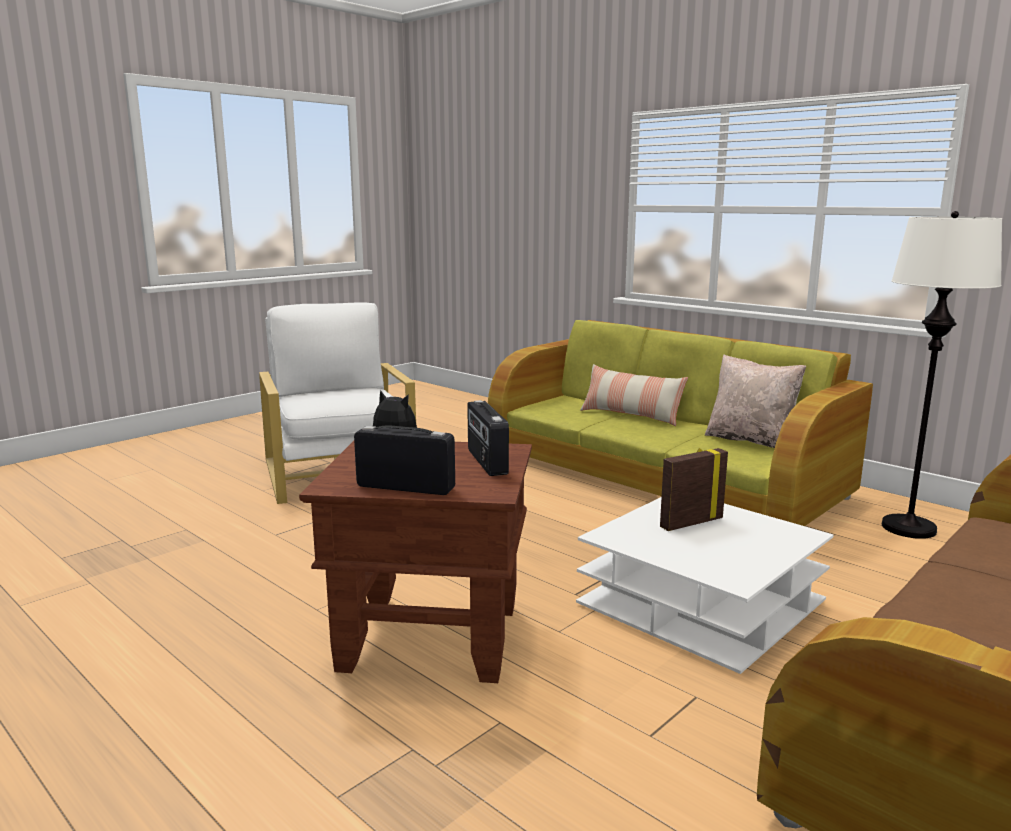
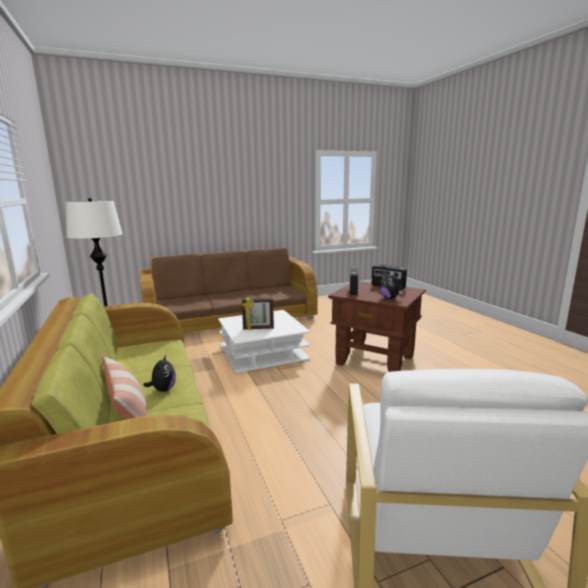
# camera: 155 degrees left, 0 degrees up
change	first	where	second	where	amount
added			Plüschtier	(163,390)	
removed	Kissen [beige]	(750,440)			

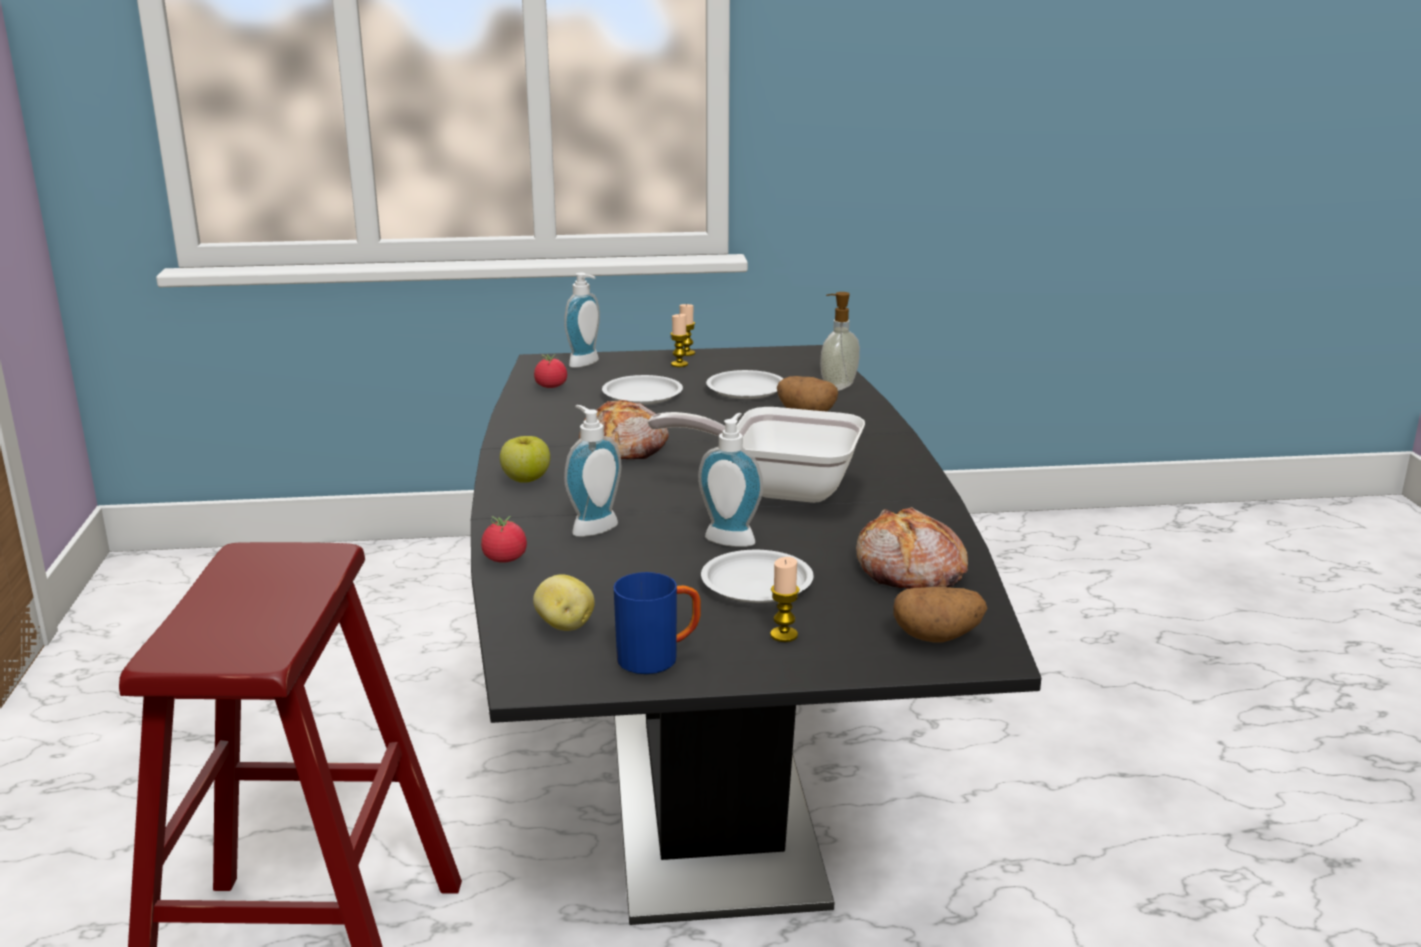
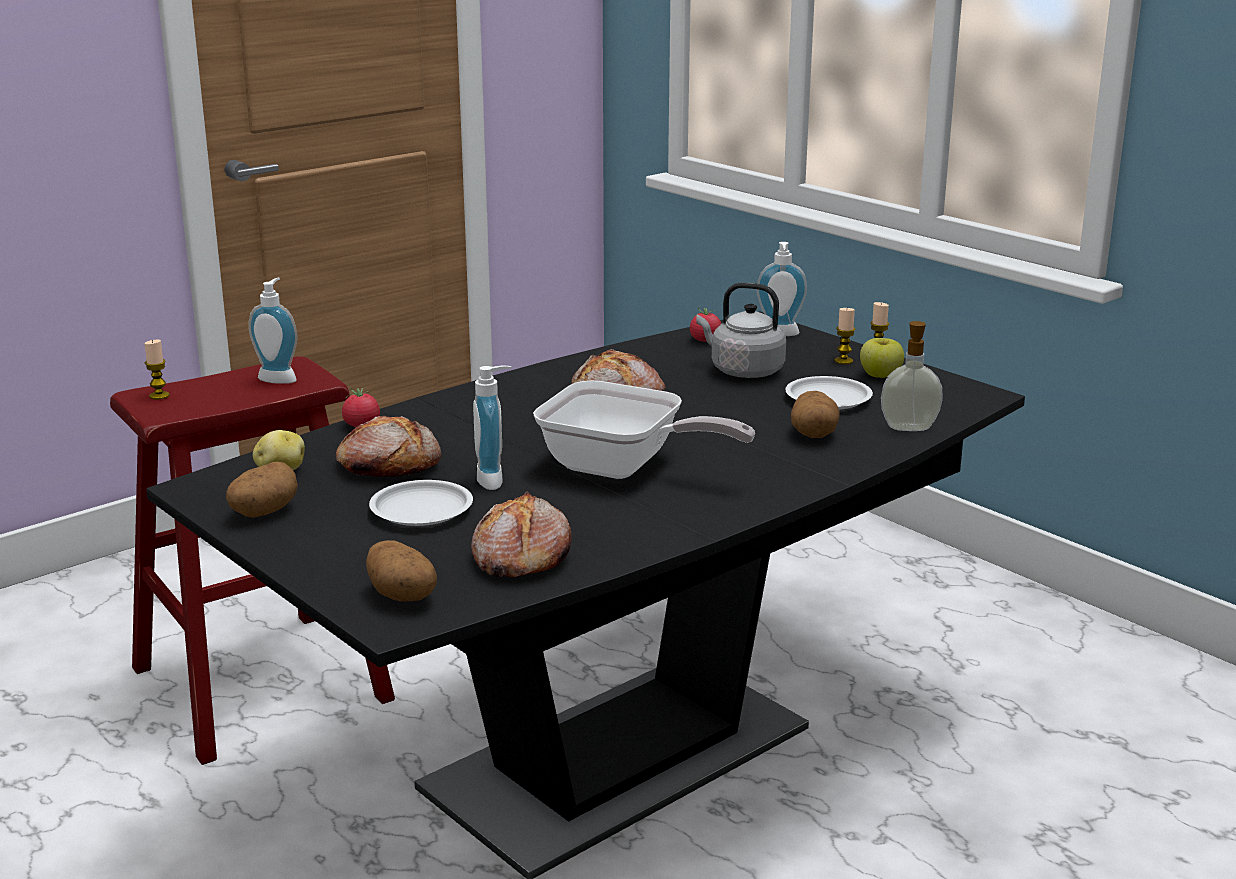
# camera: 55 degrees right, 0 degrees up
change	first	where	second	where	amount
moved	Kerze	(784,635)		(159,396)	
replaced	Henkelbecher [blau]	(659,657)	Kartoffel	(263,512)	
moved	Seifenspender	(591,527)		(279,378)	
added			Brot	(388,465)	
turned	Pfanne	(779,487)		(623,468)	135 degrees clockwise
replaced	Teller [weiß]	(642,395)	Wasserkessel [grau]	(743,371)	
moved	Apfel	(526,479)		(880,375)	

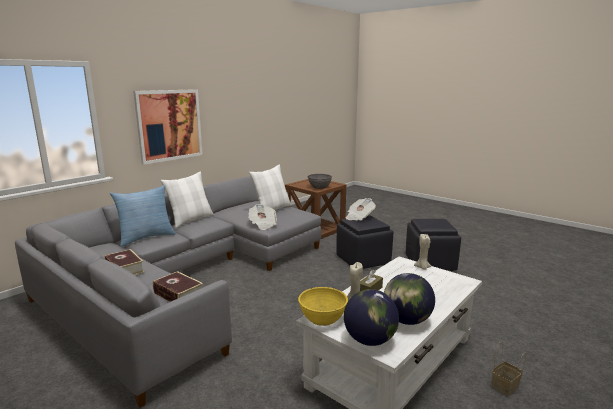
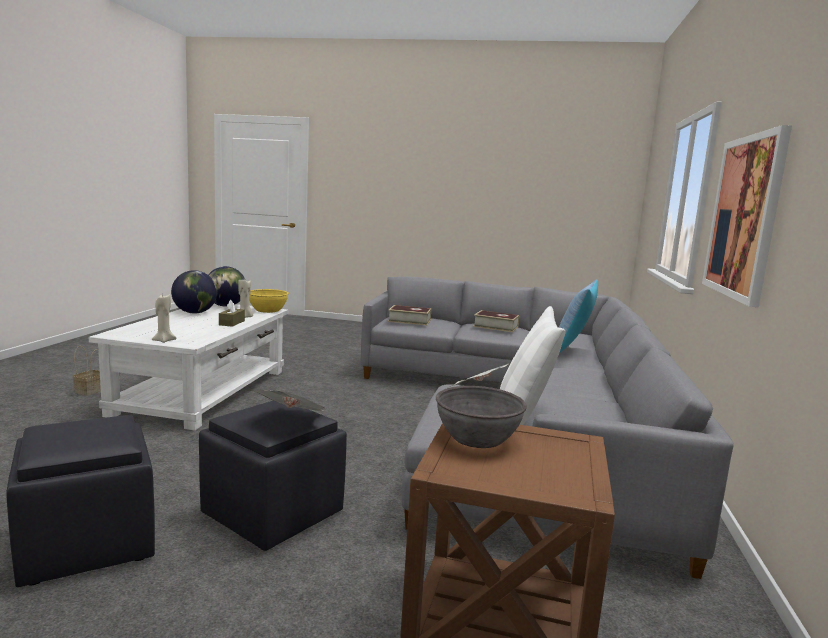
# camera: 150 degrees right, 5 degrees down
change	first	where	second	where	amount
removed	Kissen [weiß]	(190,220)			

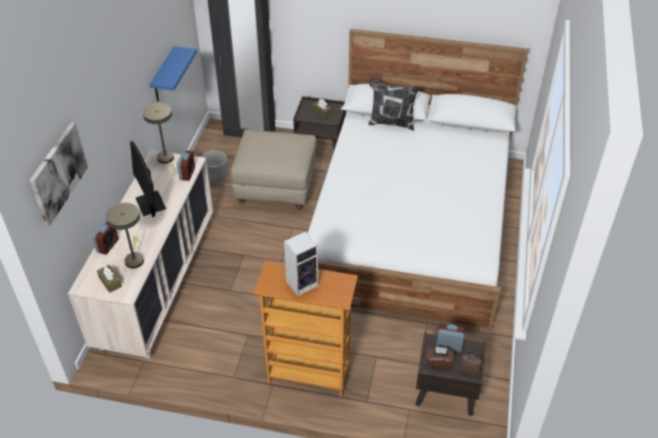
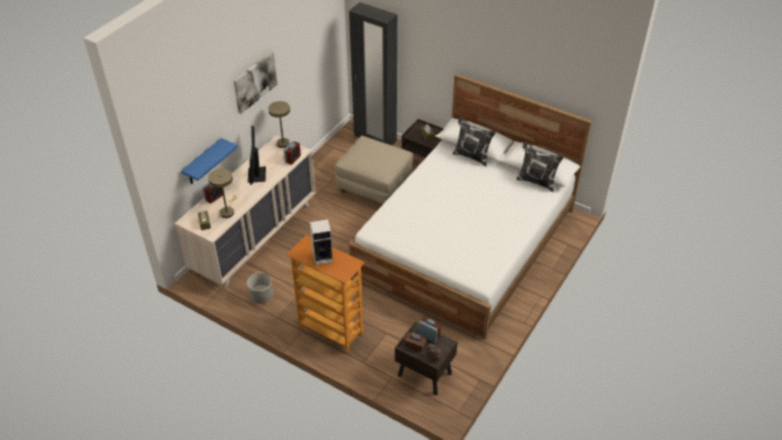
# camera: 20 degrees right, 0 degrees up
change	first	where	second	where	amount
moved	Wandregal [blau]	(163,76)		(203,162)	
moved	Bild	(58,173)		(254,82)	
moved	Pflanzkübel [grau]	(216,177)		(261,297)	
added			Kissen	(536,181)	

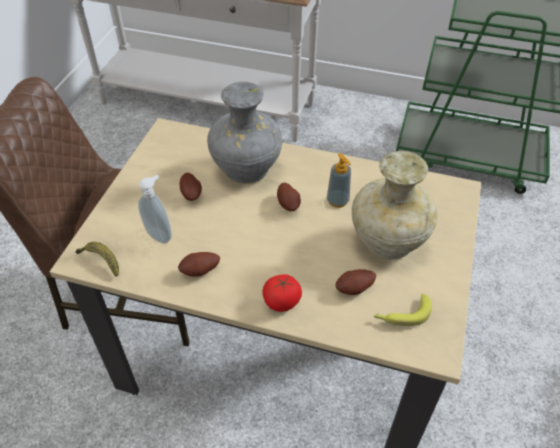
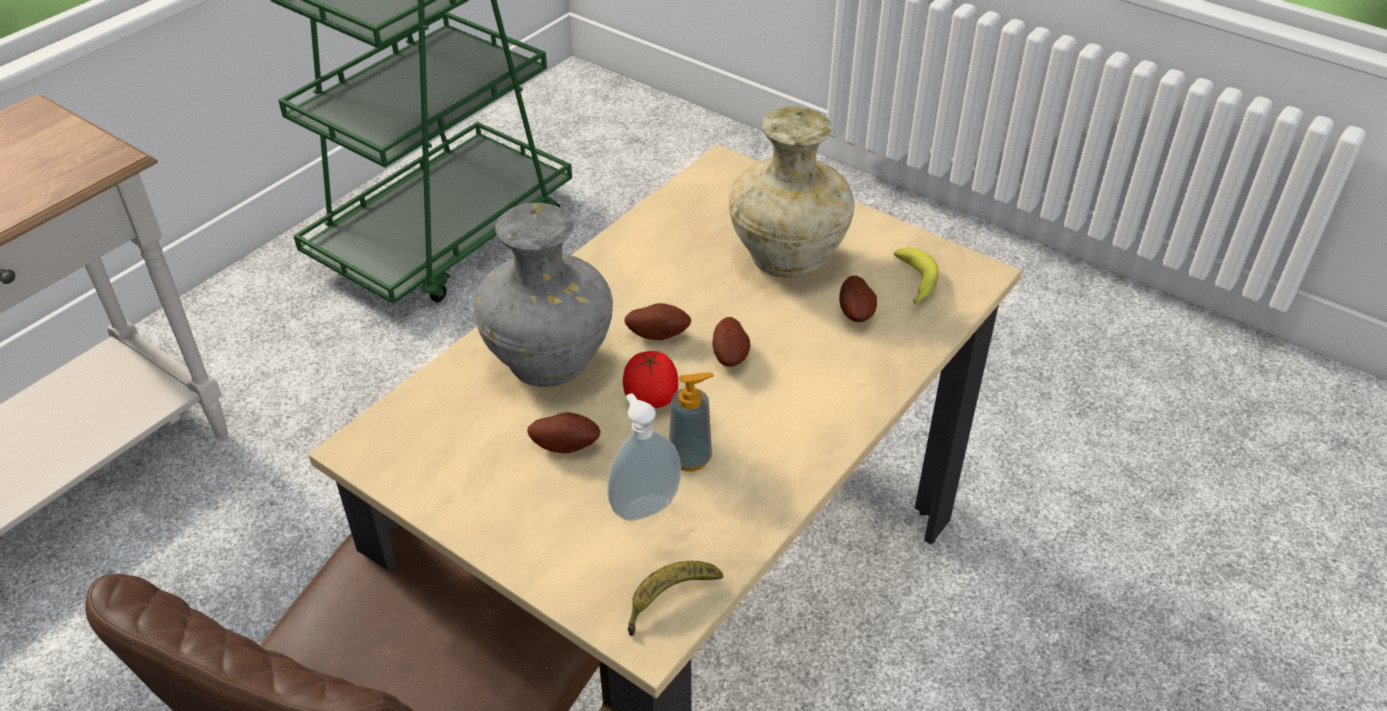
# camera: 70 degrees left, 5 degrees down
change	first	where	second	where	amount
moved	Tomate	(282,301)		(651,397)	
moved	Seifenspender	(337,201)		(690,458)	
moved	Kartoffel	(200,271)		(731,356)	

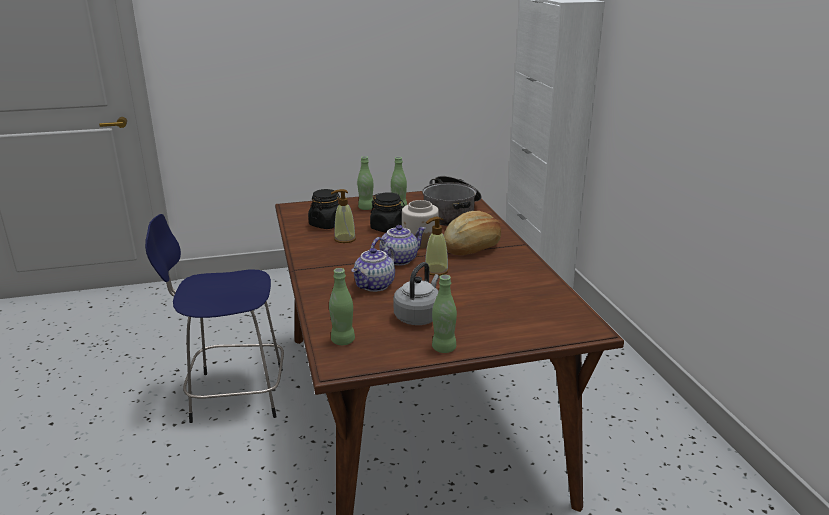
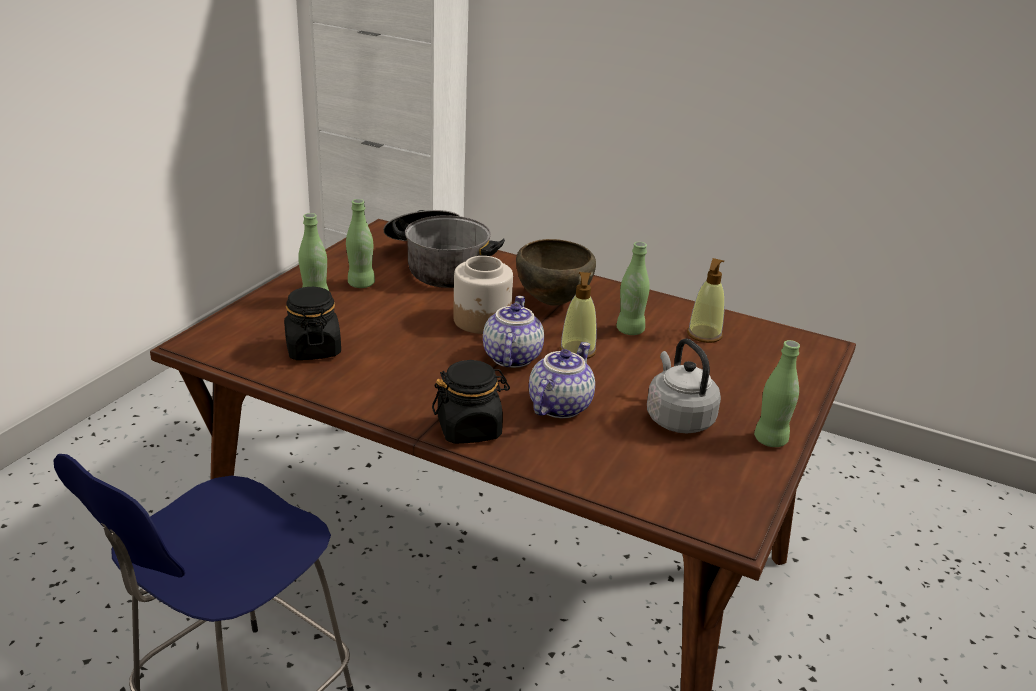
# camera: 50 degrees left, 5 degrees up
change	first	where	second	where	amount
moved	Vorratsglas [schwarz]	(388,228)		(469,429)	
replaced	Brot	(472,247)	Schüssel [braun]	(552,302)	
turned	Teekanne	(375,286)		(558,405)	135 degrees counterclockwise
moved	Flasche [grün]	(343,340)		(630,330)	
moved	Seifenspender	(344,239)		(704,335)	

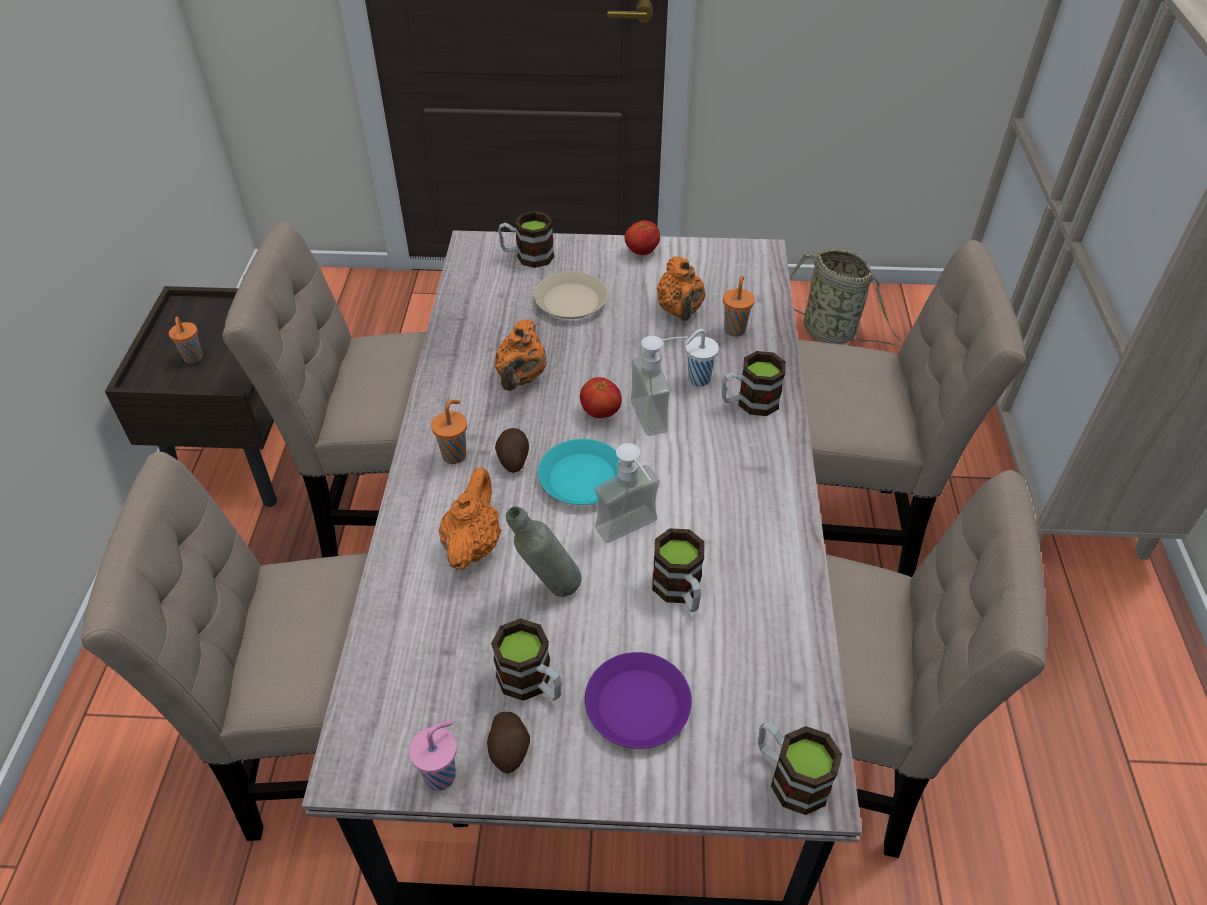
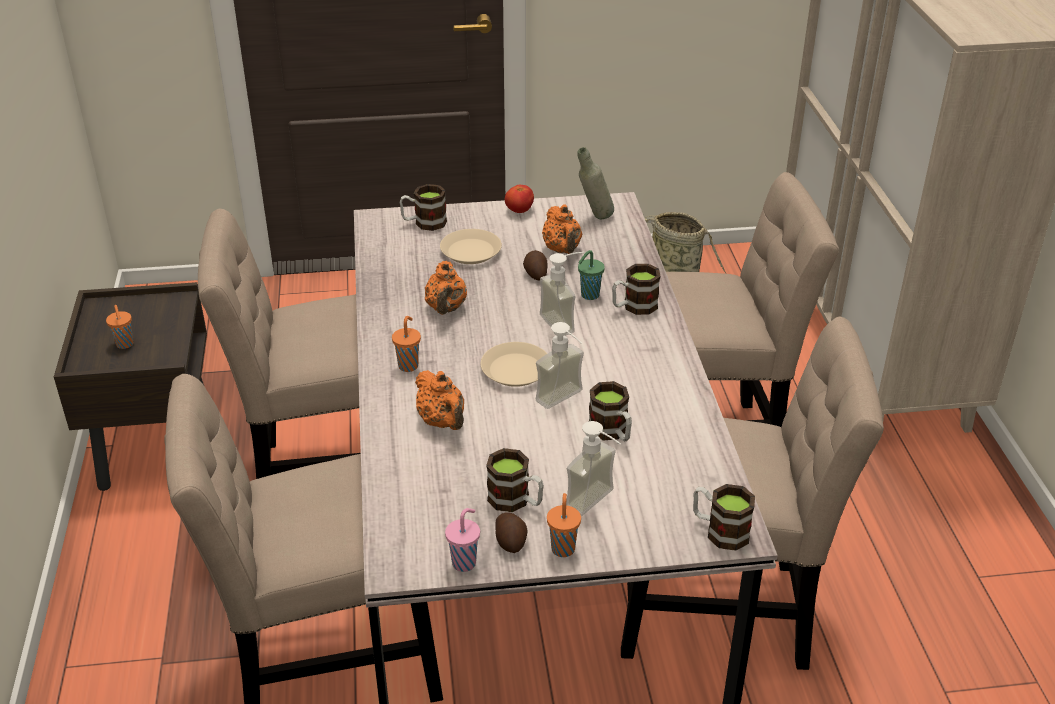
# camera: 10 degrees left, 10 degrees down
change	first	where	second	where	amount
turned	Teekanne [orange]	(473,545)		(442,422)	150 degrees clockwise
recoloured	Teller [türkis]	(582,478)	Teller [beige]	(515,370)	
moved	Kartoffel	(513,458)		(535,274)	
moved	Tasse [orange]	(735,329)		(563,548)	
replaced	Teller [lila]	(637,705)	Seifenspender	(598,504)	
moved	Flasche [grau]	(548,590)		(594,218)	
recoloured	Tasse [weiß]	(697,380)	Tasse [grün]	(589,295)	
removed	Tomate	(600,412)			

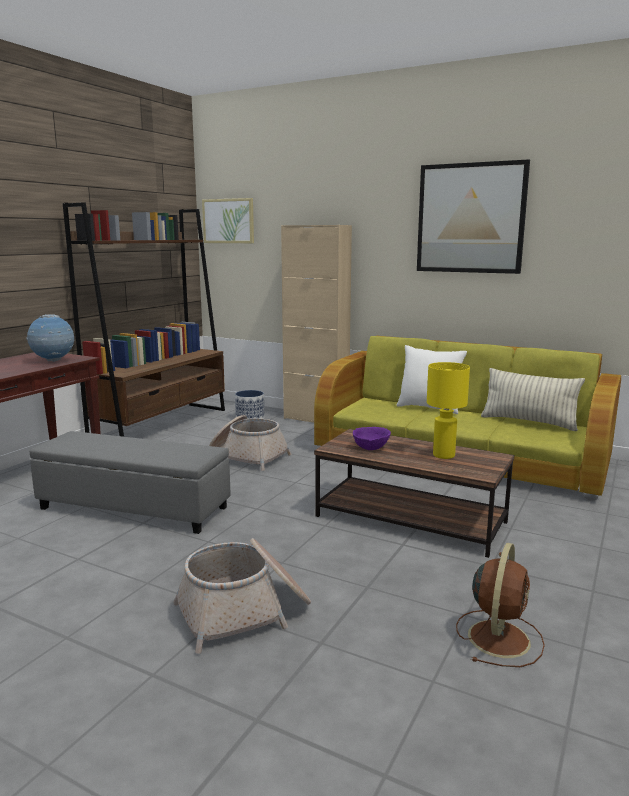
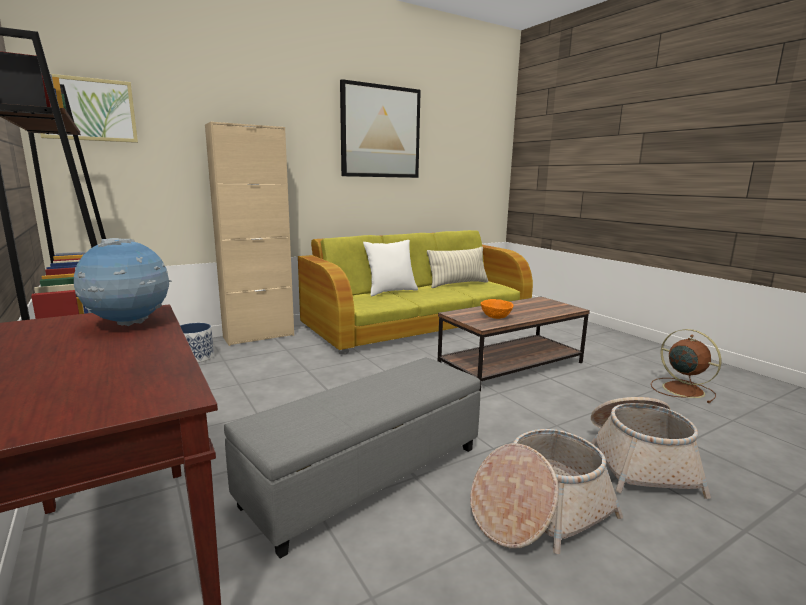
# camera: 60 degrees left, 0 degrees up
change	first	where	second	where	amount
moved	Korb	(247,457)		(539,512)	
recoloured	Schüssel [lila]	(371,448)	Schüssel [orange]	(496,317)	
removed	Tischlampe [gelb]	(444,455)			

